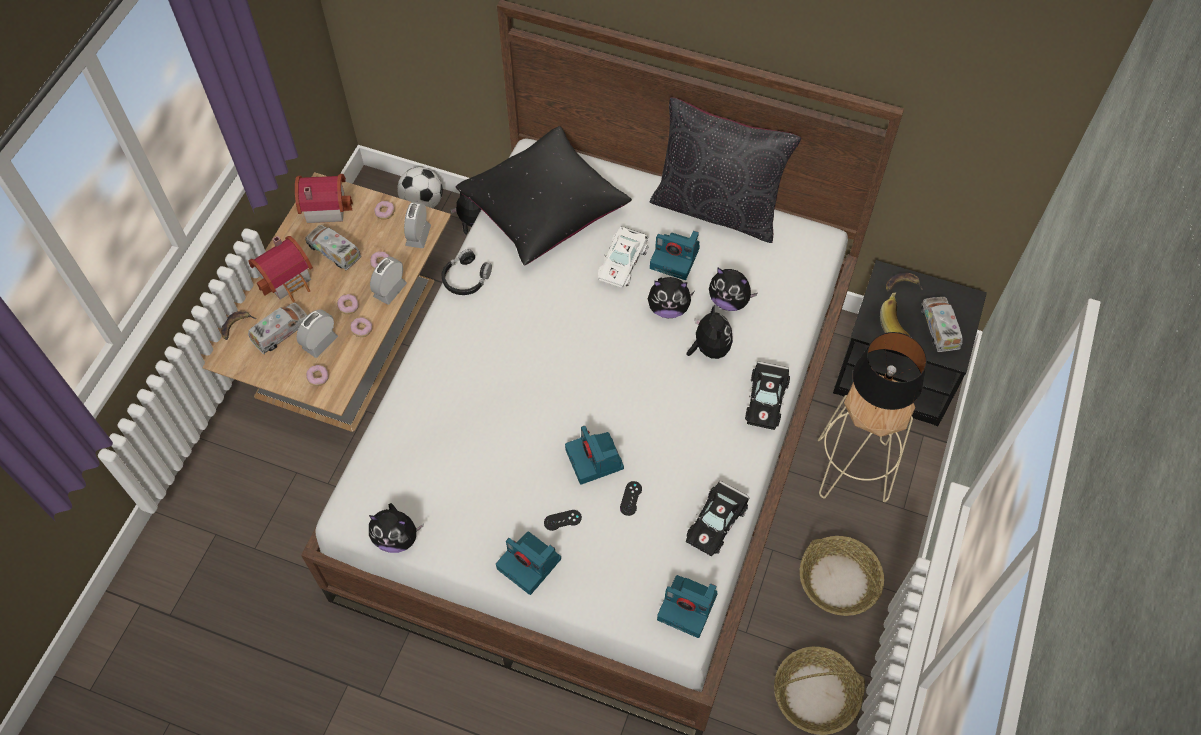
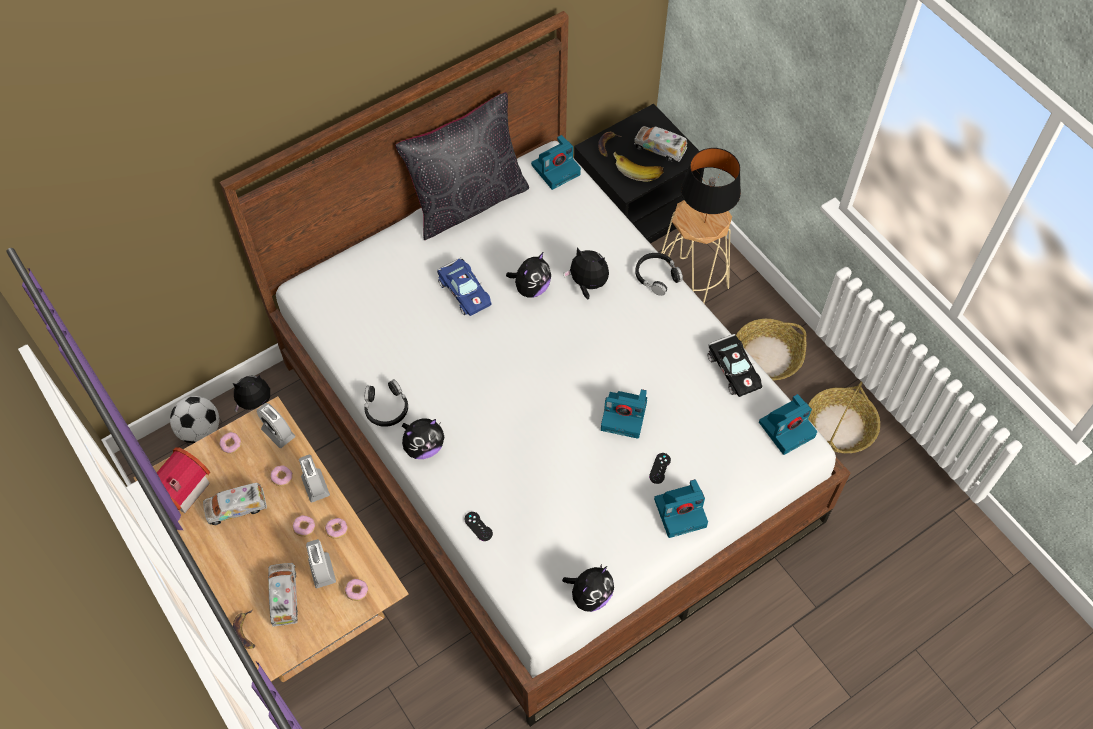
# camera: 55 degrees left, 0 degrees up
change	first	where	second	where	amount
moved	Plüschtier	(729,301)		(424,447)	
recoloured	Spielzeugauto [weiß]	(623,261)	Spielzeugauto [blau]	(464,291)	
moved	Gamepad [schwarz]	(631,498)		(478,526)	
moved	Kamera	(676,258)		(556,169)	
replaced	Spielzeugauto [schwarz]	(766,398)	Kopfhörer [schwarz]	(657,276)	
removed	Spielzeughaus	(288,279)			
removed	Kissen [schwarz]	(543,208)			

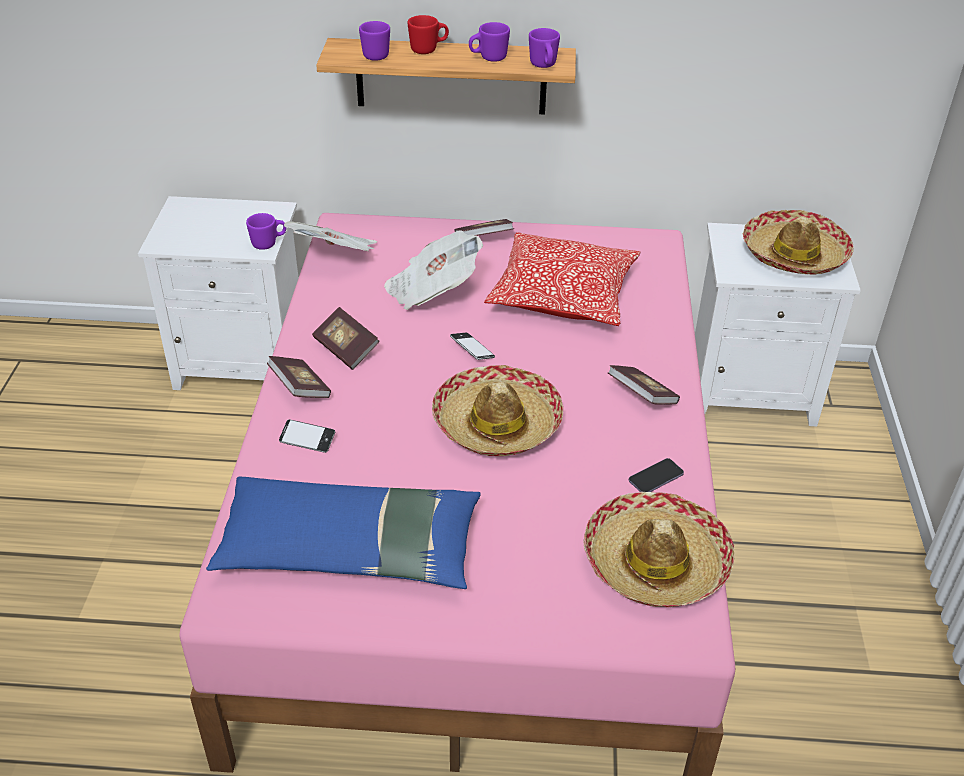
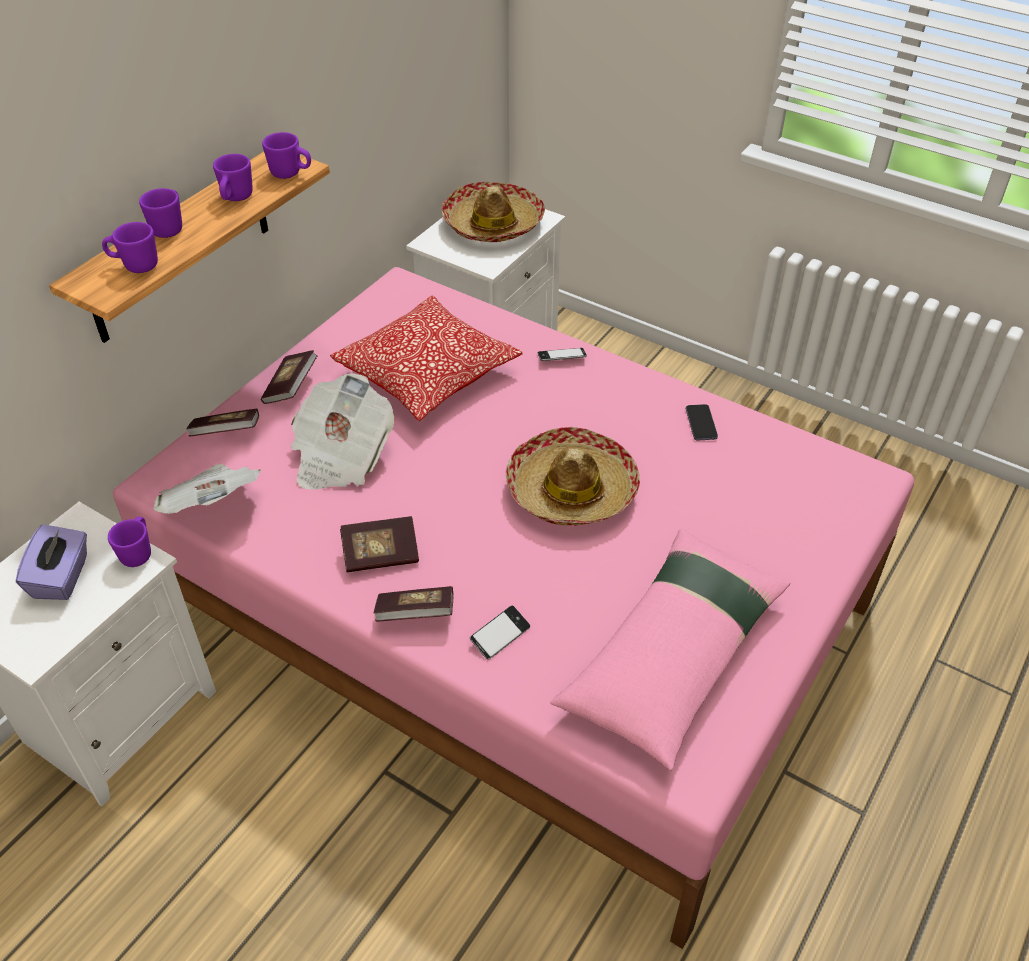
# camera: 60 degrees left, 5 degrees up
change	first	where	second	where	amount
added			Taschentuchbox [lila]	(62,577)	
recoloured	Henkelbecher [rot]	(428,50)	Henkelbecher [lila]	(170,227)	
moved	Buch	(641,396)		(226,433)	
moved	Handy	(472,349)		(561,358)	
recoloured	Kissen [blau]	(350,549)	Kissen [rosa]	(673,656)	
removed	Hut	(655,562)			

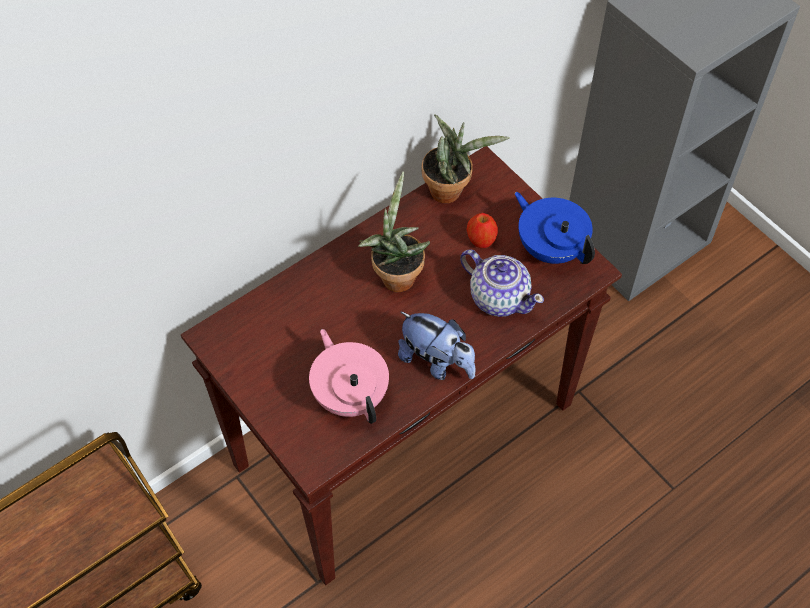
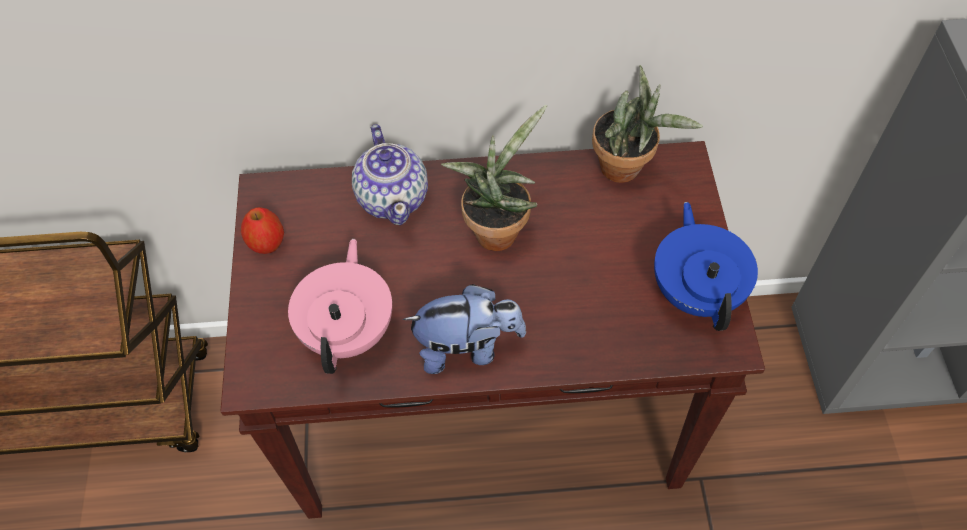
# camera: 35 degrees right, 0 degrees up
change	first	where	second	where	amount
moved	Apfel	(481,240)		(267,243)	
moved	Teekanne	(499,297)		(393,197)	
turned	Plüschtier	(436,362)		(467,348)	75 degrees counterclockwise

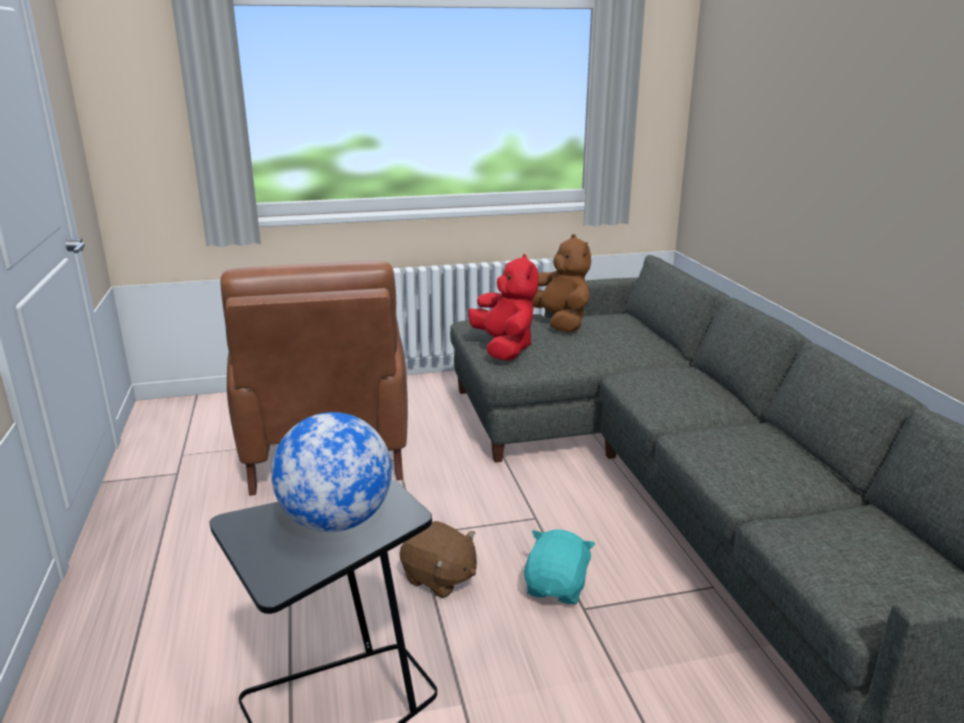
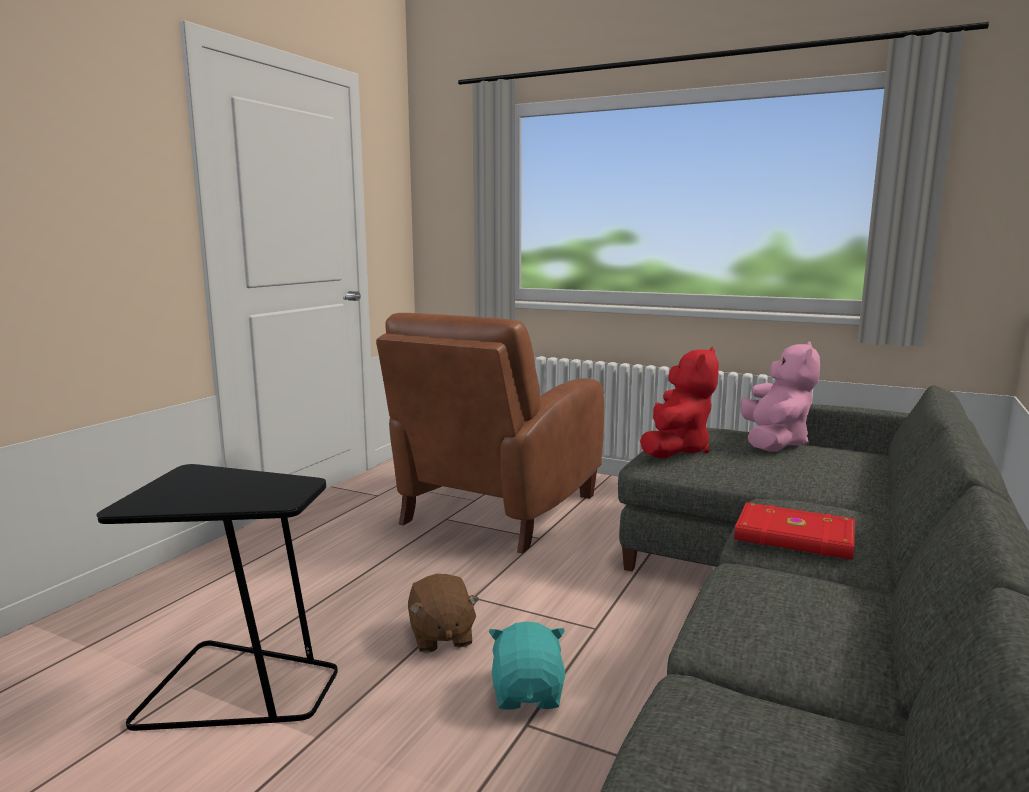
# camera: 40 degrees right, 10 degrees down
change	first	where	second	where	amount
turned	Plüschtier [türkis]	(557,587)		(528,694)	60 degrees counterclockwise
added			Buch [rot]	(795,537)	
recoloured	Plüschtier [braun]	(558,322)	Plüschtier [rosa]	(774,443)	
removed	Globus	(336,521)			

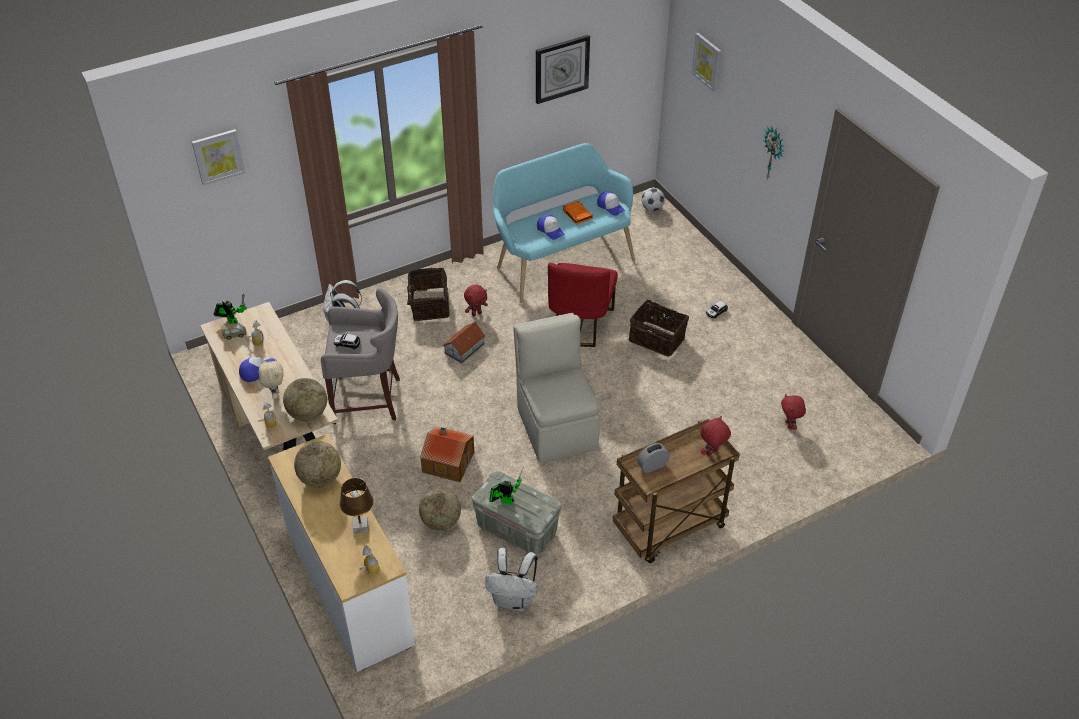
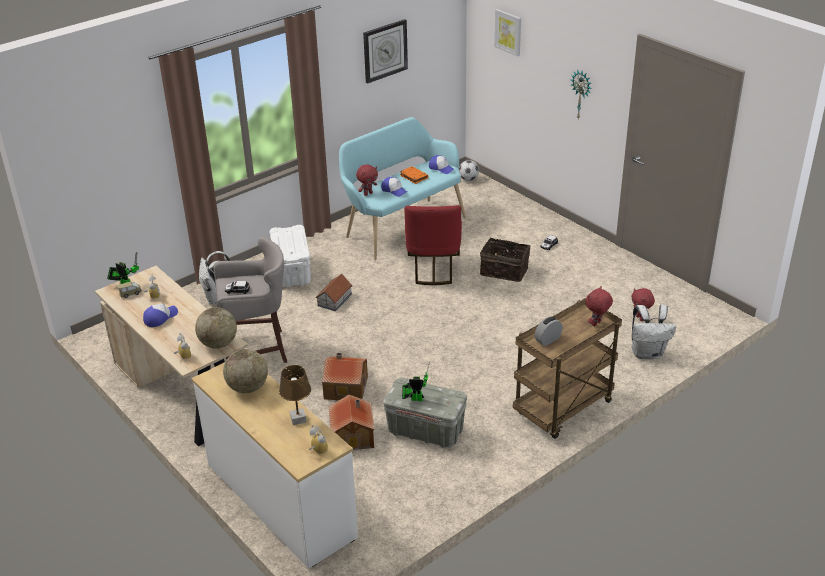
# camera: 10 degrees left, 10 degrees down
change	first	where	second	where	amount
replaced	Korb	(428,305)	Aufbewahrungsbox [weiß]	(292,272)	
replaced	Globus	(441,522)	Spielzeughaus	(353,435)	
moved	Plüschtier [rot]	(476,313)		(368,193)	
moved	Rucksack [weiß]	(514,600)		(648,353)	
removed	Bild	(218,156)			
removed	Plüschtier [beige]	(275,394)			
removed	Stuhl [beige]	(556,426)			

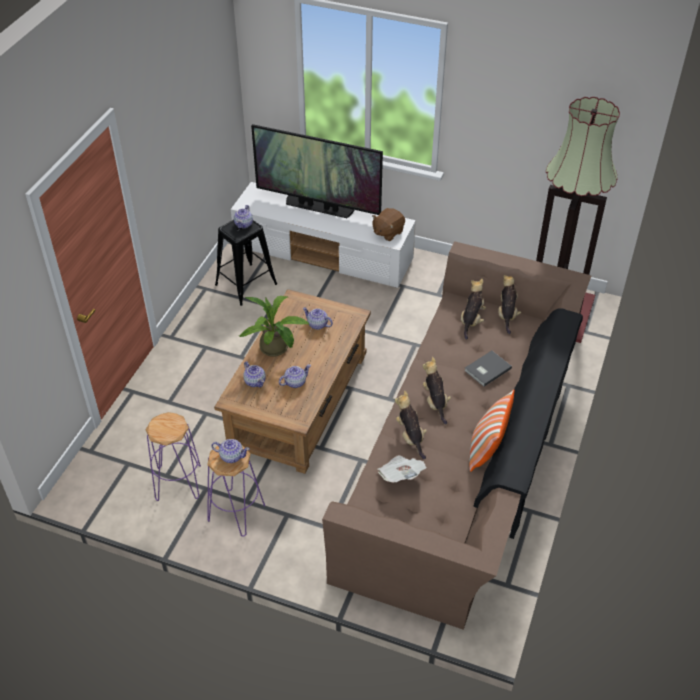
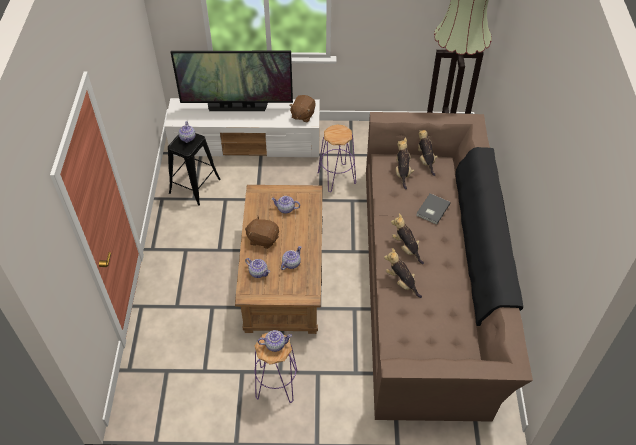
# camera: 20 degrees left, 5 degrees up
change	first	where	second	where	amount
replaced	Topfpflanze	(277,349)	Plüschtier [braun]	(263,239)	
moved	Hocker [lila]	(179,482)		(337,178)	
removed	Zeitung	(401,476)			
removed	Kissen	(486,449)			

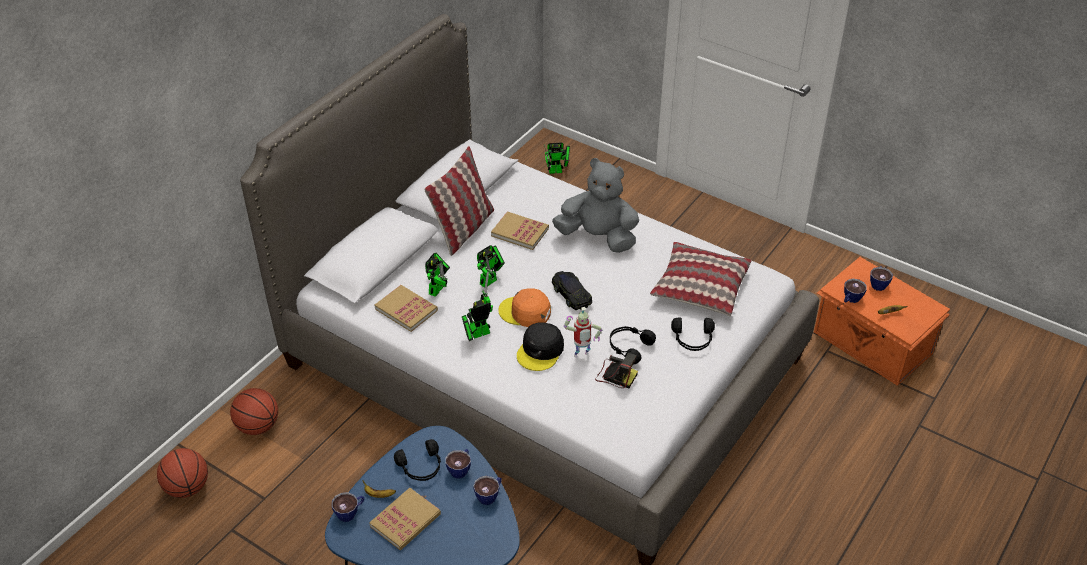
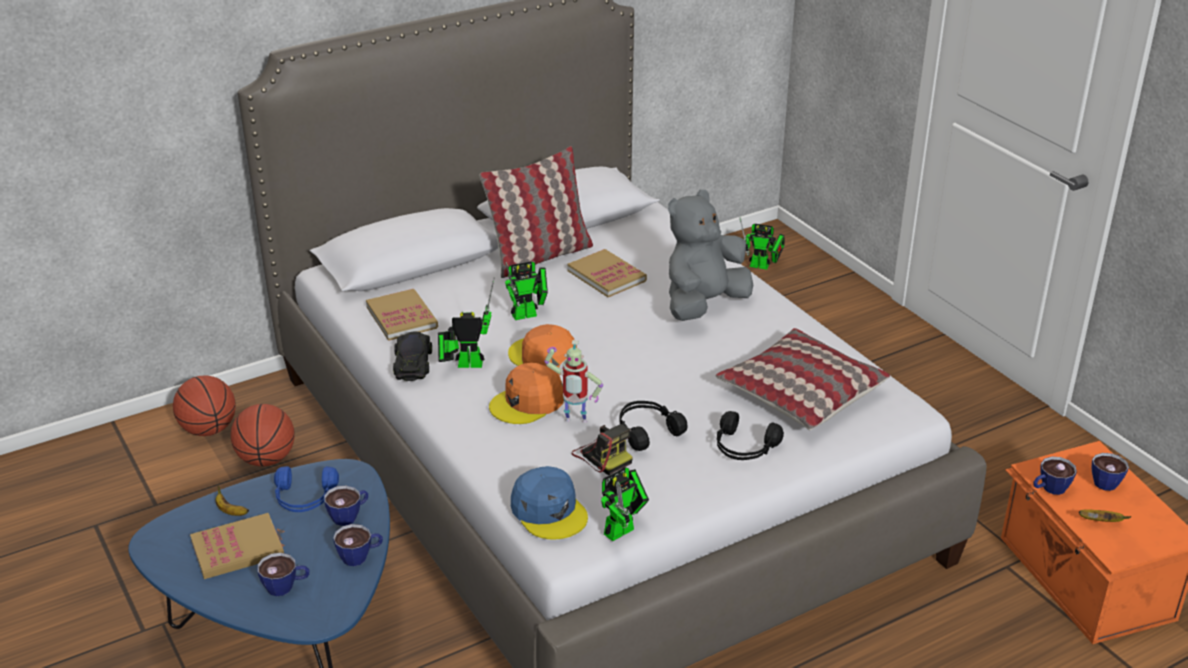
# camera: 25 degrees right, 10 degrees down
change	first	where	second	where	amount
moved	Basketball	(187,488)		(266,459)	
moved	Tasse	(350,513)		(286,587)	
recoloured	Kopfhörer [schwarz]	(421,467)	Kopfhörer [blau]	(304,499)	
moved	Spielzeugauto [schwarz]	(571,293)		(413,362)	
recoloured	Kappe [schwarz]	(540,351)	Kappe [orange]	(527,402)	
added			Kappe [blau]	(549,511)	
moved	Spielzeugroboter	(437,288)		(622,529)	
turned	Plüschtier [grau]	(598,237)		(703,305)	90 degrees counterclockwise

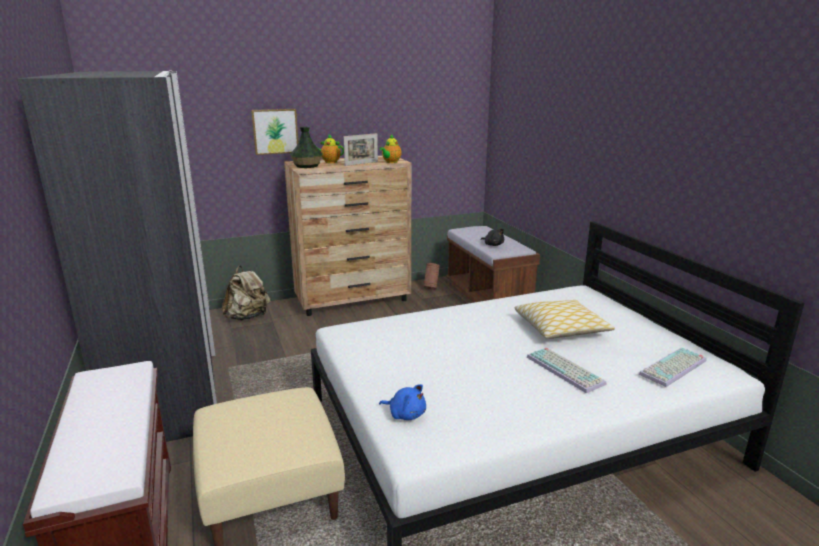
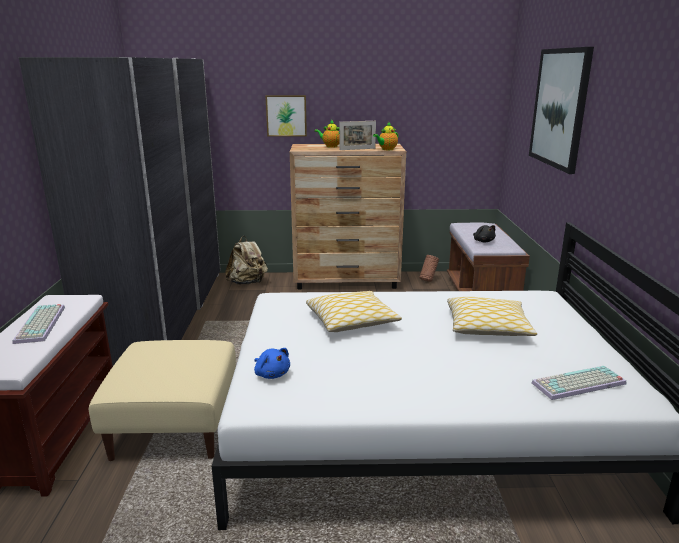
# camera: 20 degrees right, 0 degrees up
change	first	where	second	where	amount
moved	Tastatur	(566,370)		(42,324)	
added			Kissen	(351,321)	
added			Bild	(559,108)	
removed	Vase	(307,166)			

